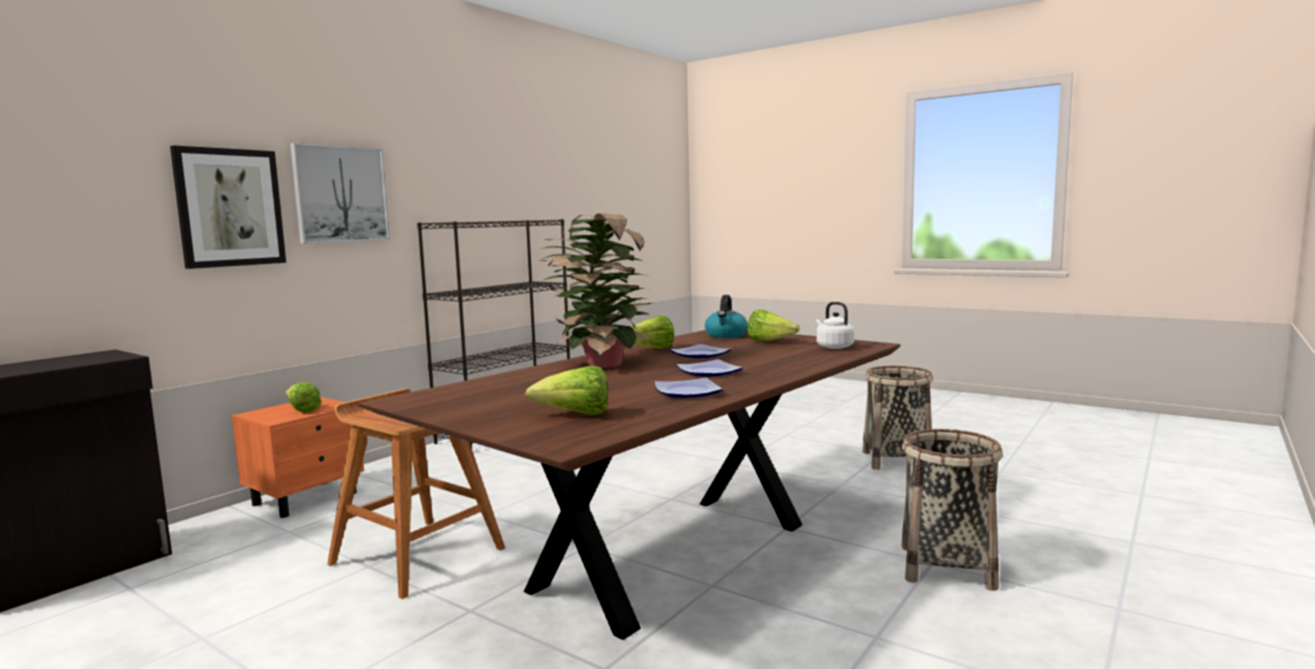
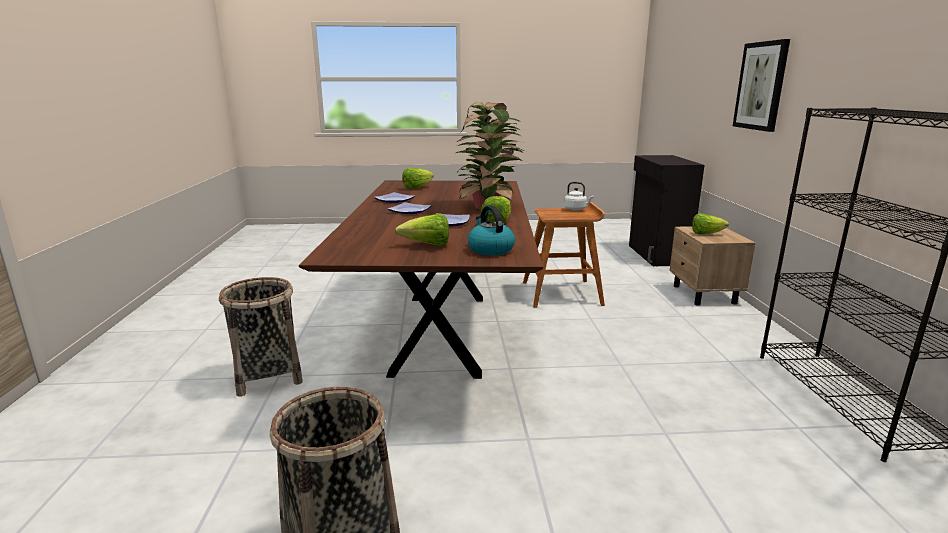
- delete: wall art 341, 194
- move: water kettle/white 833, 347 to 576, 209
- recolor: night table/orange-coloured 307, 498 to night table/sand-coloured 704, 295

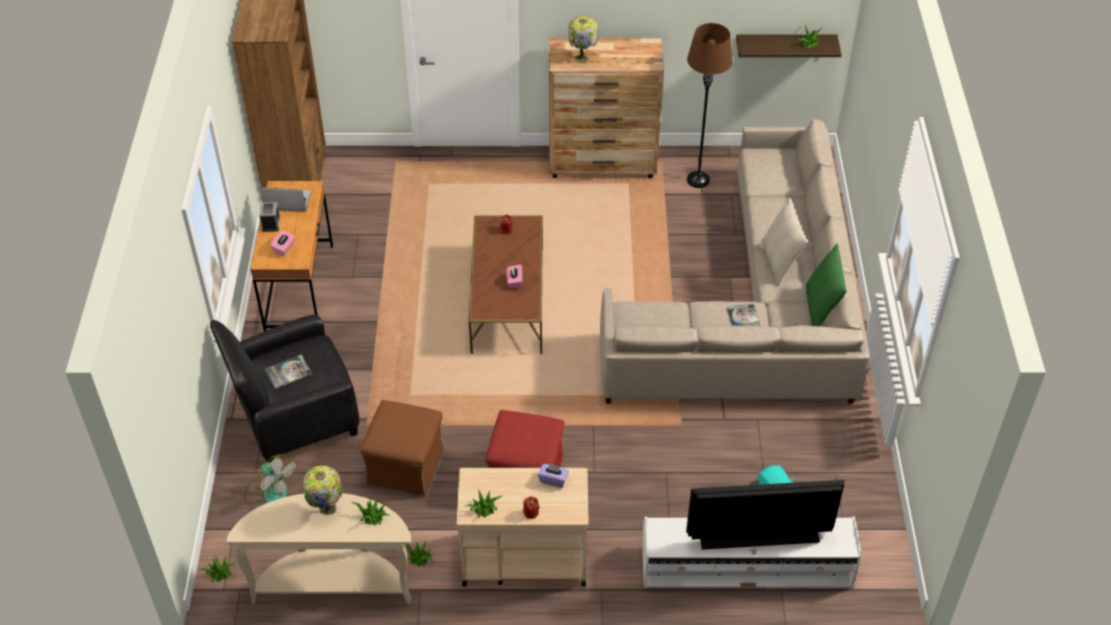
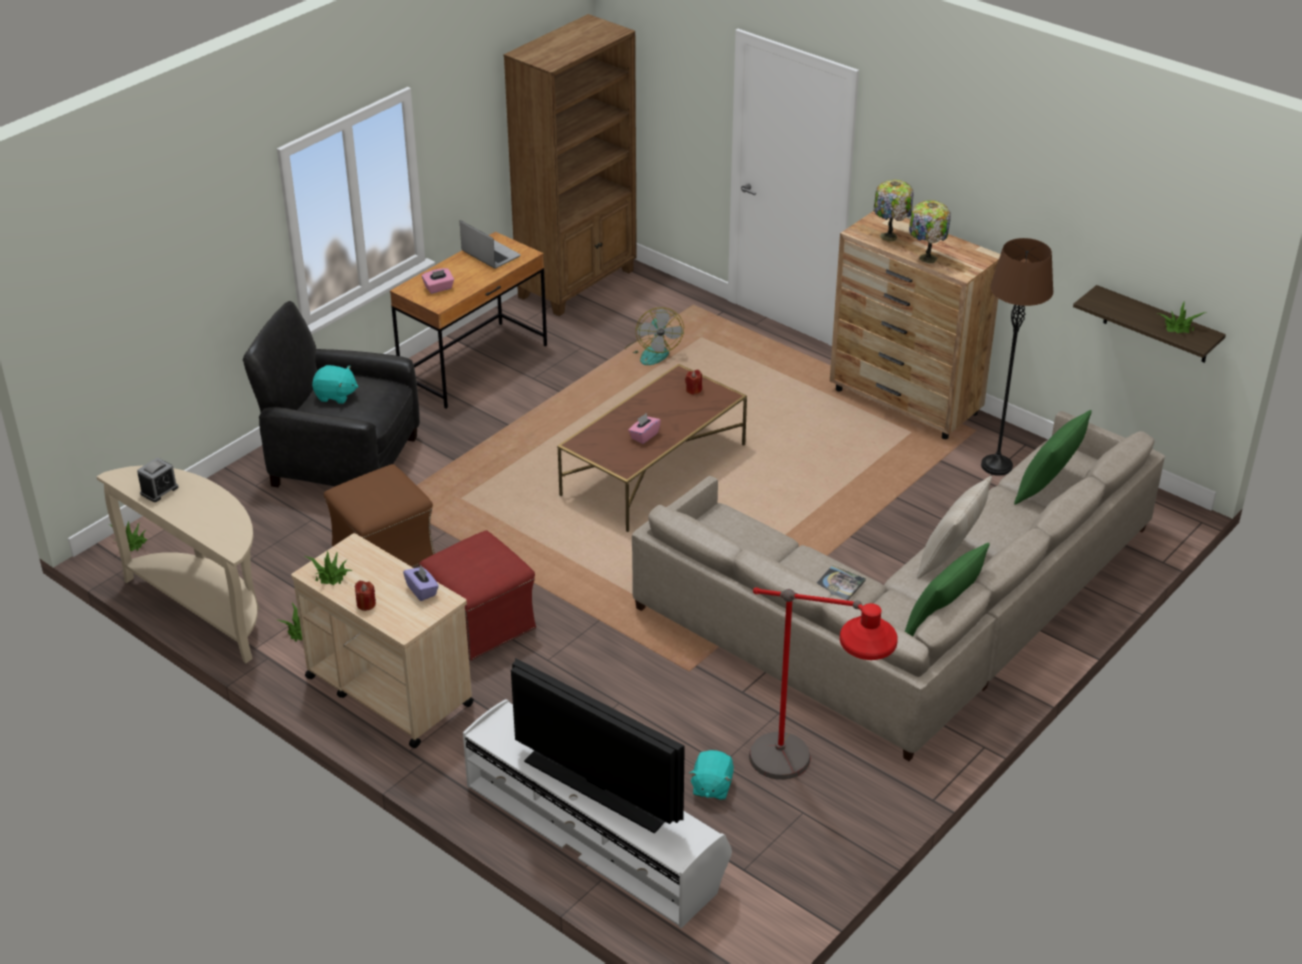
- move: alarm clock 271, 223 to 159, 490
- replace: volume 288, 372 to cuddly toy/turquoise 335, 395
- move: fan 270, 490 to 653, 352
- move: table lamp 326, 509 to 926, 258
- delete: houseplant 372, 515
- insert: cushion/green-coloured 1047, 488
- insert: standing lamp/reddish 807, 783

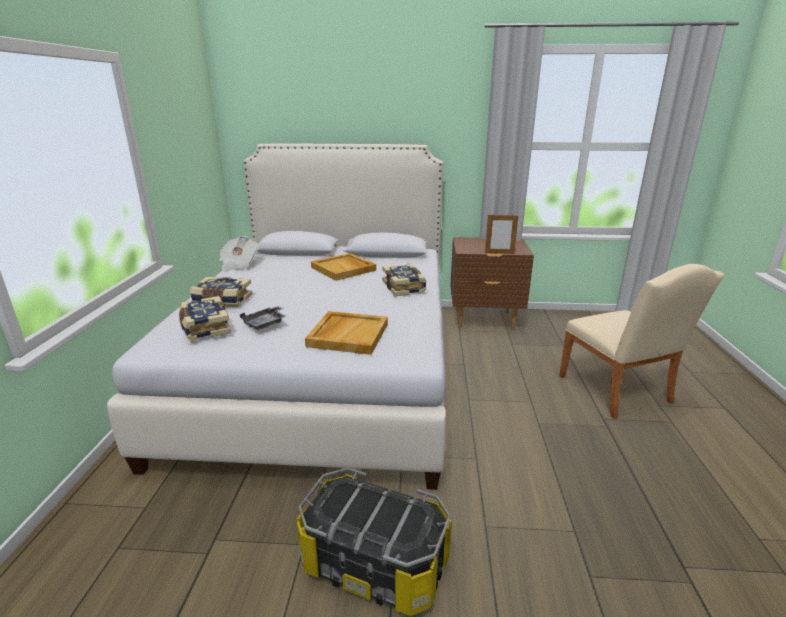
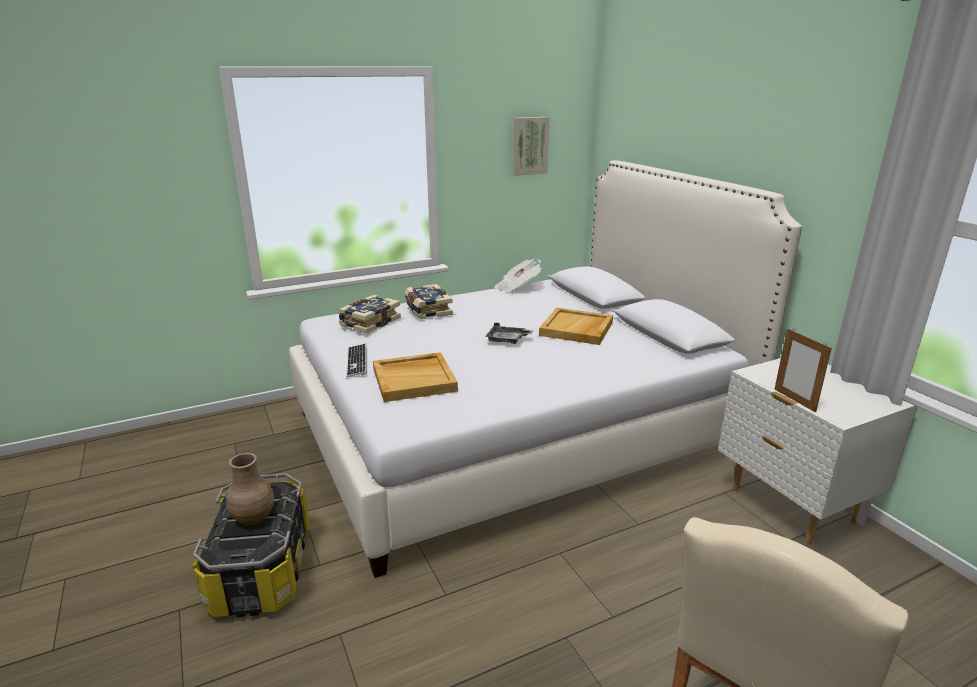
- recolor: night table/brown-coloured 484, 320 to night table/white 791, 506
- delete: volume 404, 287
- move: tray/gray 265, 323 to 507, 340
- insert: wall art 529, 145
- insert: PC keyboard 357, 361
- insert: flower vase/brown-coloured 254, 517

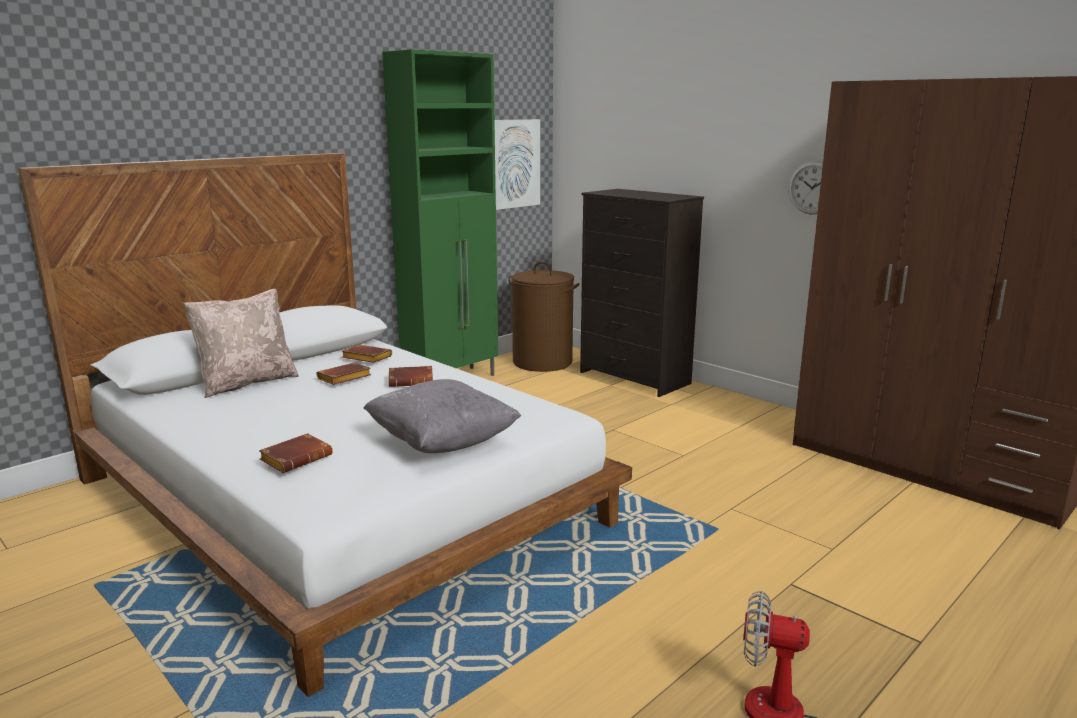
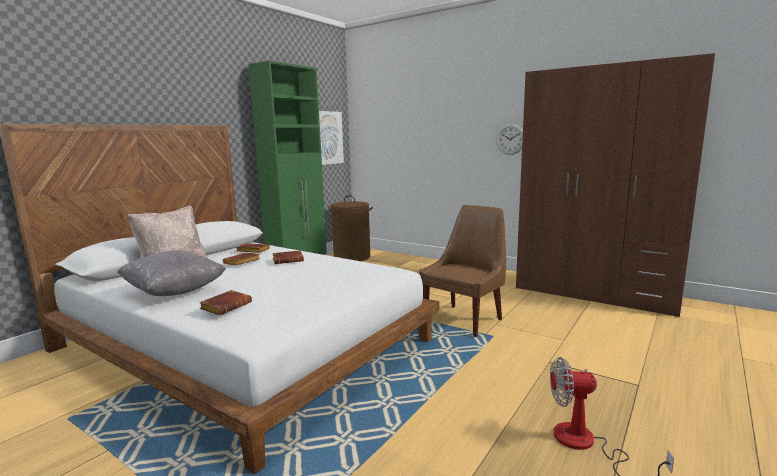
- delete: drawer chest/black-coloured 634, 378
- move: cushion/gray 442, 443 to 174, 292
- insert: plain chair/brown-coloured 465, 319

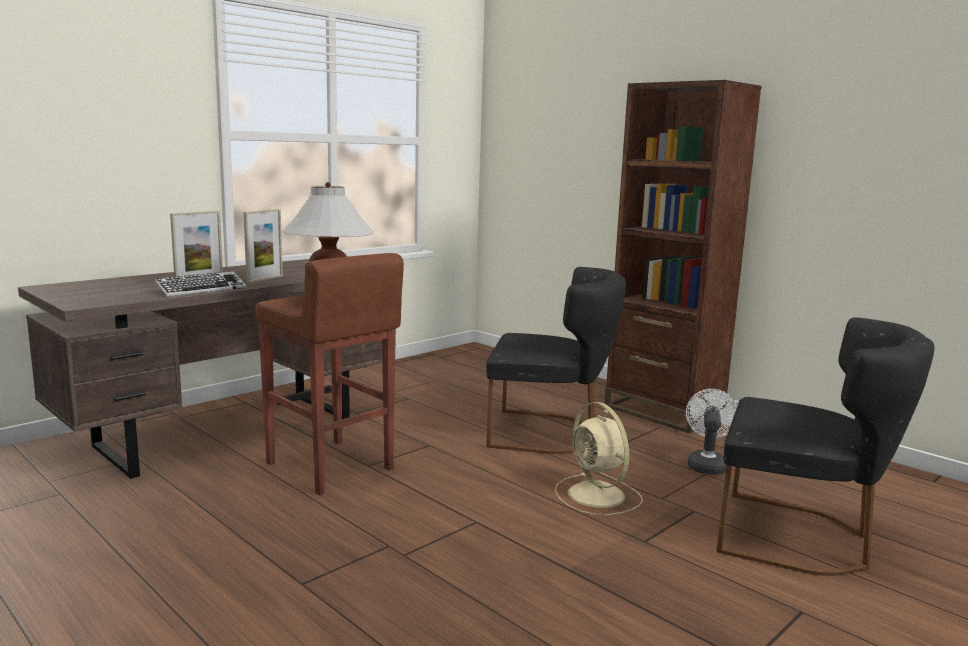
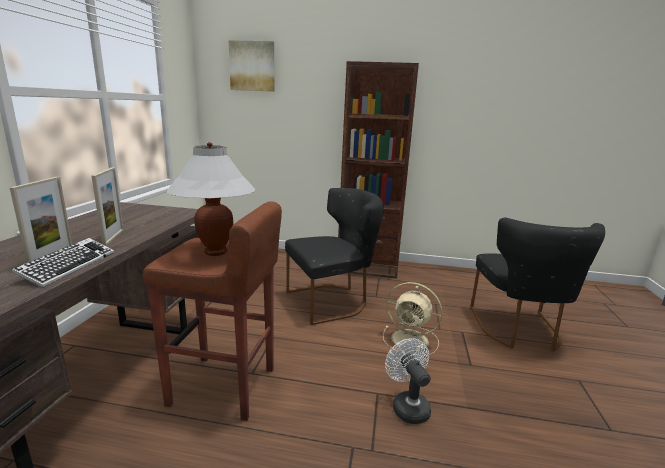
- rotate: plain chair/black-coloured 801, 538 = 519, 331 105 degrees clockwise
- move: fan/white 706, 464 to 407, 406
- insert: wall art 252, 66

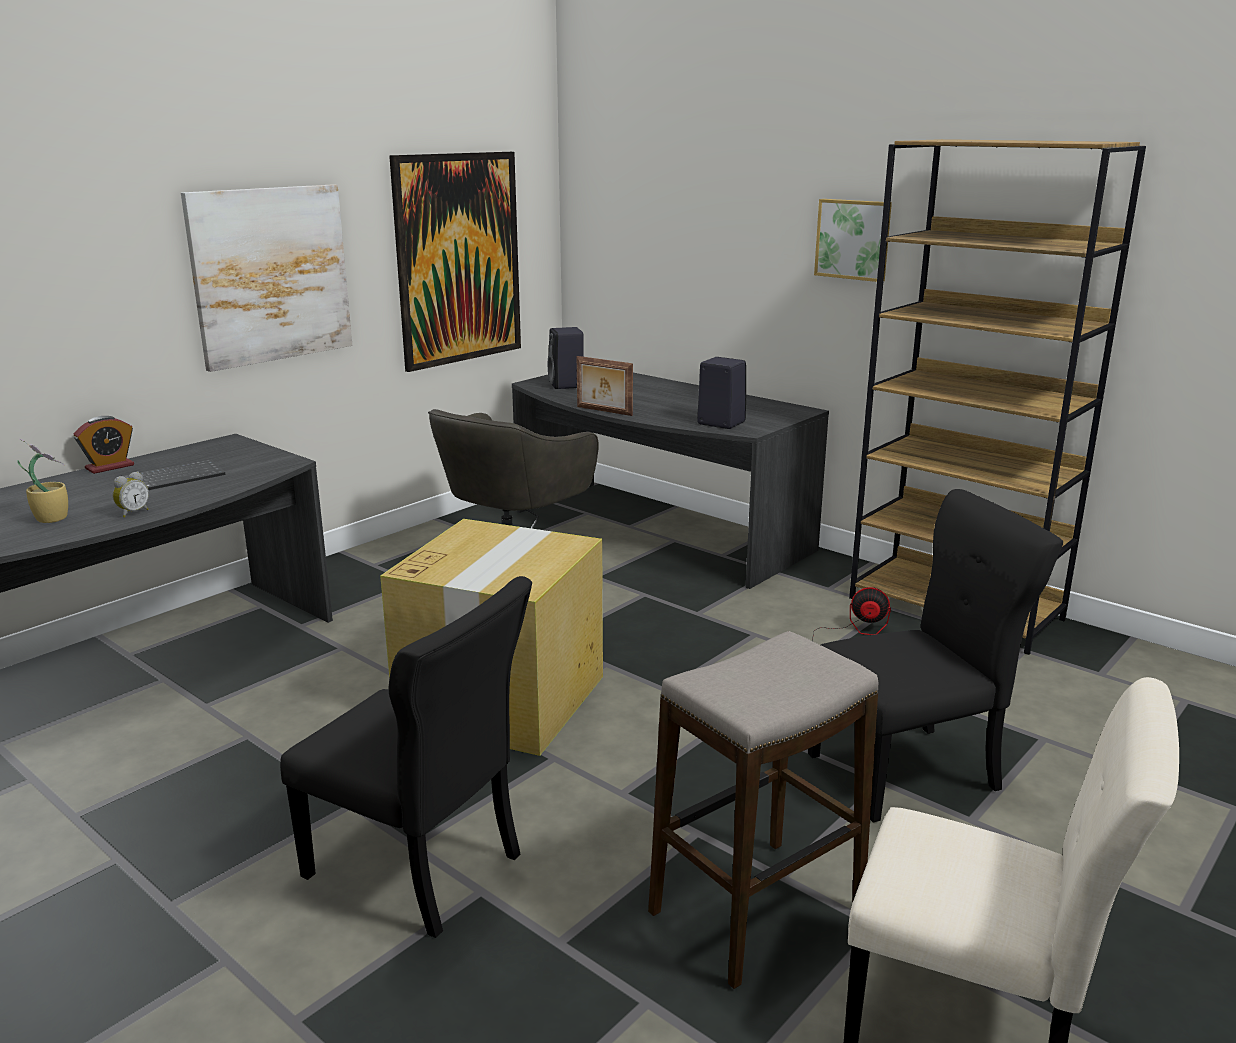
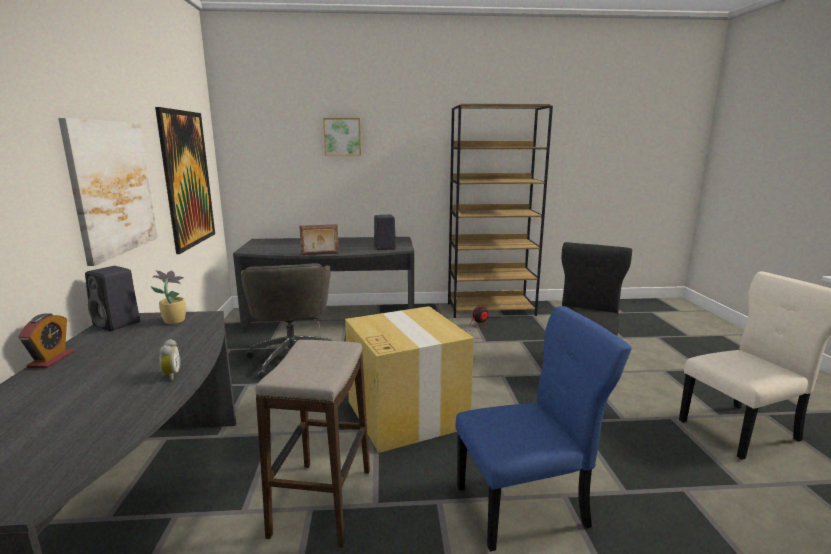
- move: wall art 854, 239 to 342, 137
- move: audio speaker/black-coloured 567, 385 to 118, 324
- move: houseplant 52, 518 to 174, 321
- delete: PC keyboard 175, 477
- recolor: plain chair/black-coloured 419, 869 to plain chair/blue 526, 506
- move: sitting stool 757, 910 to 323, 502

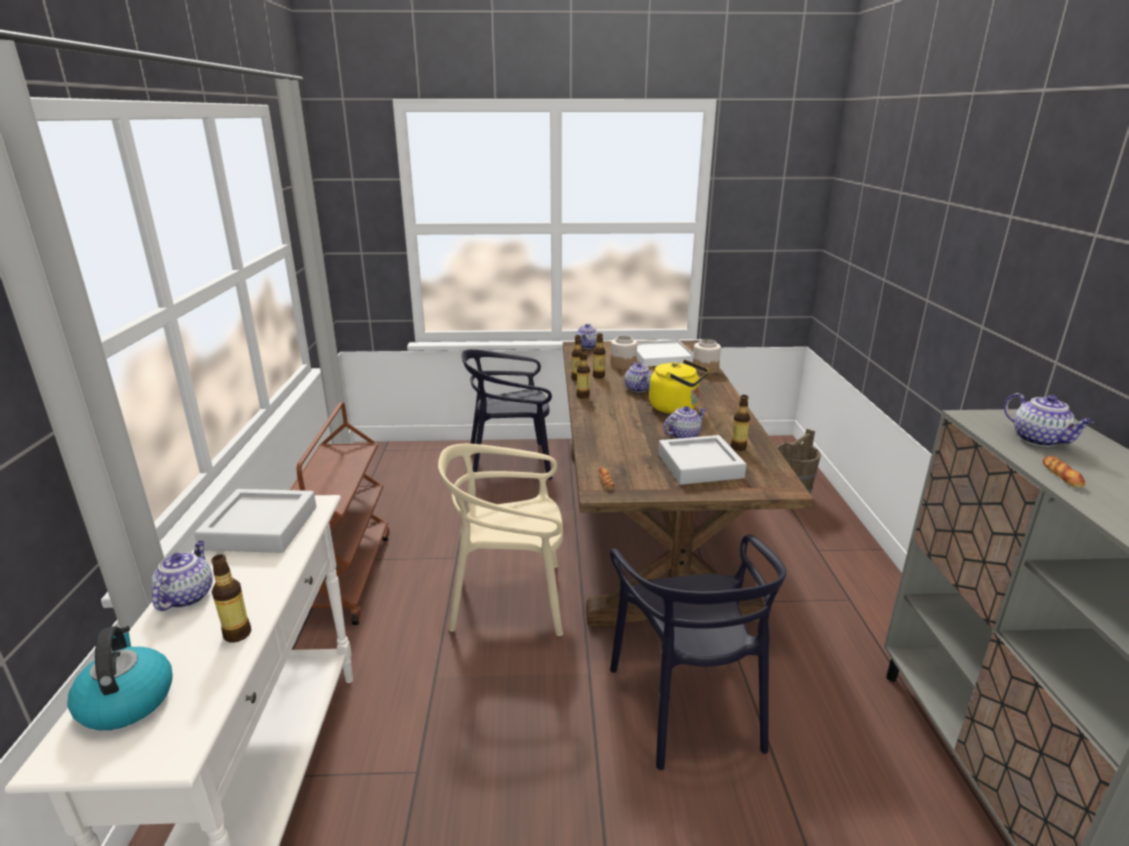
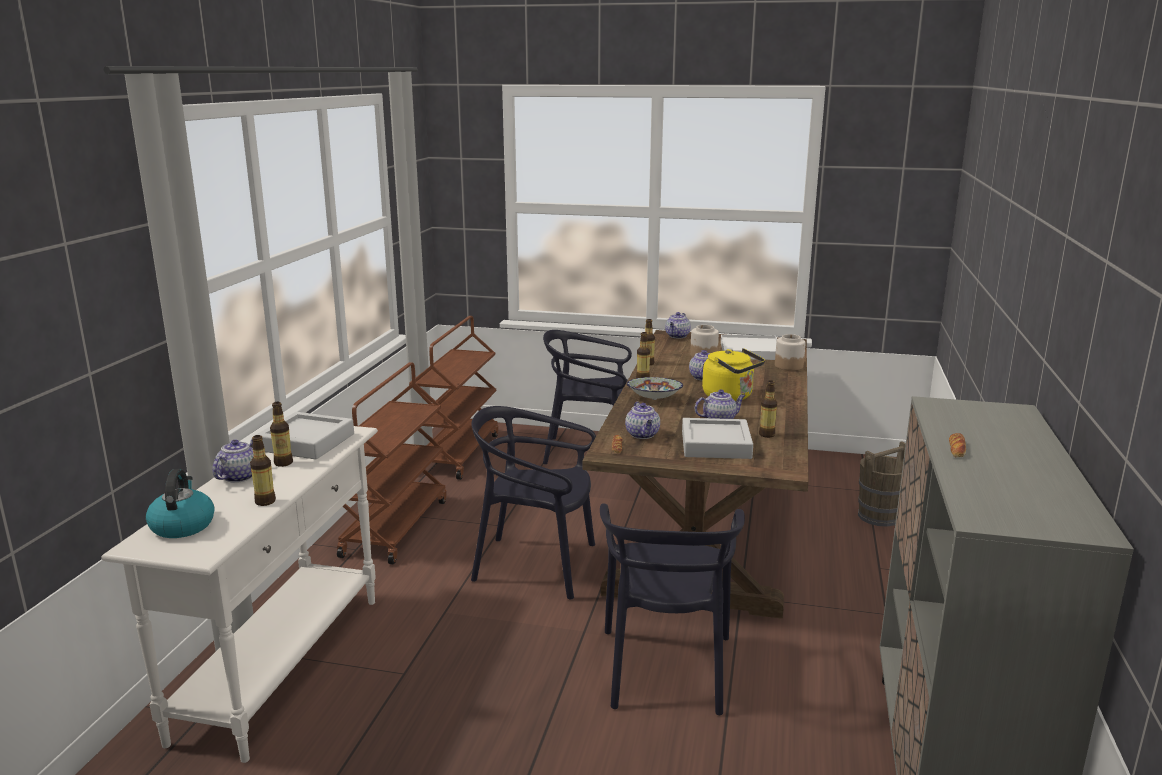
- move: drink bottle 598, 376 to 283, 463
- move: pot for tea 1039, 440 to 643, 435
- recolor: plain chair/sand-coloured 509, 600 to plain chair/black-coloured 536, 565
- insert: trolley/brown-coloured 457, 454
- insert: serving bowl 654, 399

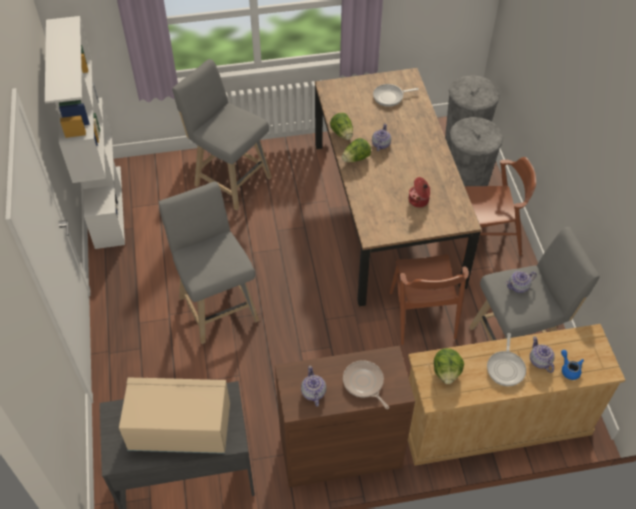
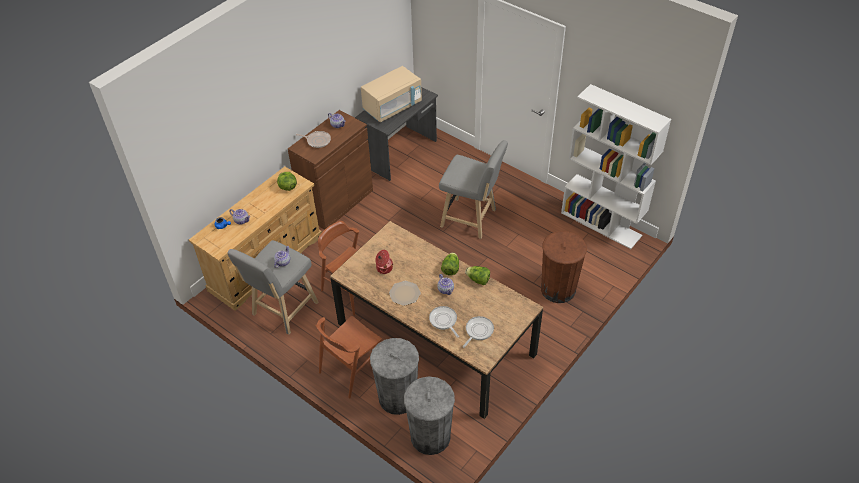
- replace: sitting stool/gray 229, 179 to waste bin/brown-coloured 558, 289
- move: frying pan 506, 368 to 444, 321
- insert: dinner plate 405, 293

